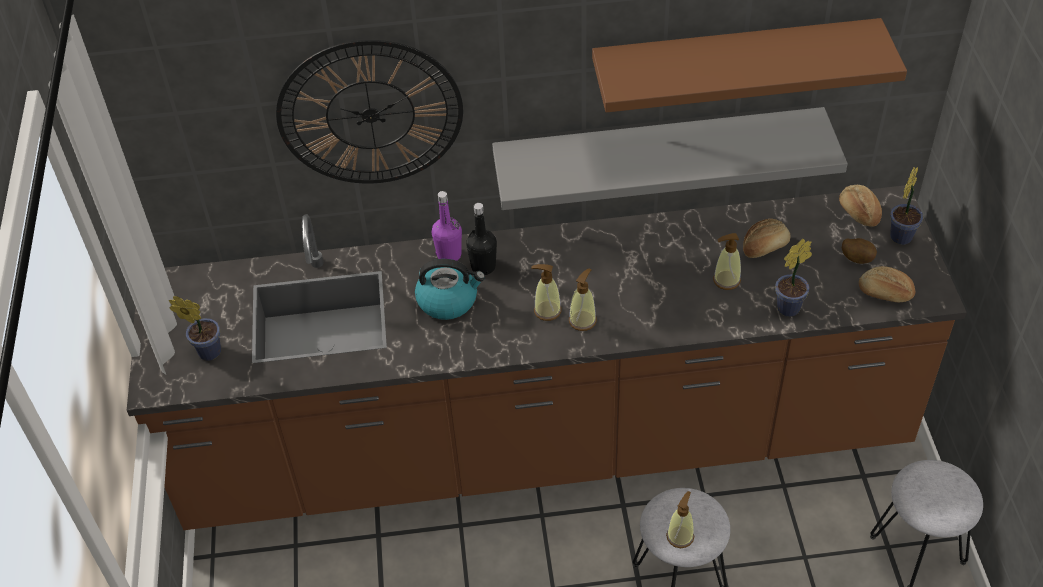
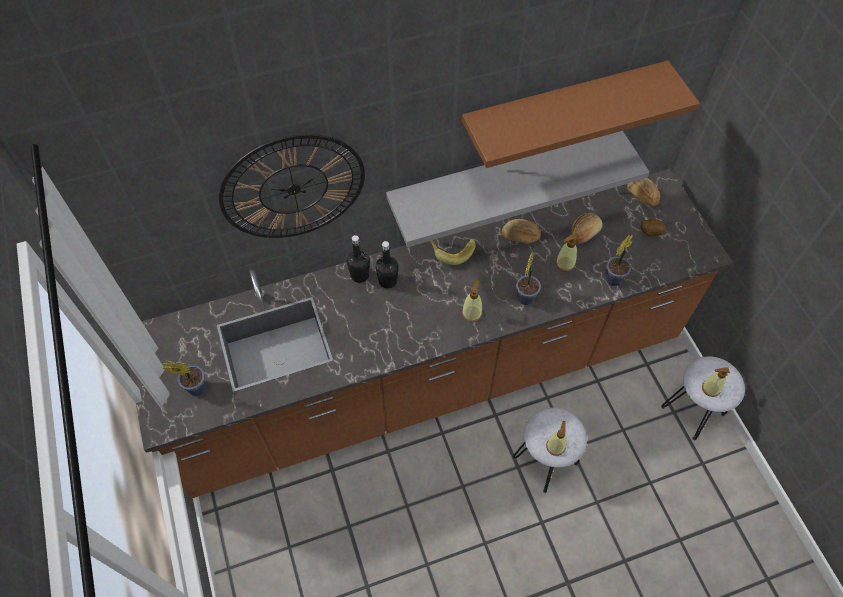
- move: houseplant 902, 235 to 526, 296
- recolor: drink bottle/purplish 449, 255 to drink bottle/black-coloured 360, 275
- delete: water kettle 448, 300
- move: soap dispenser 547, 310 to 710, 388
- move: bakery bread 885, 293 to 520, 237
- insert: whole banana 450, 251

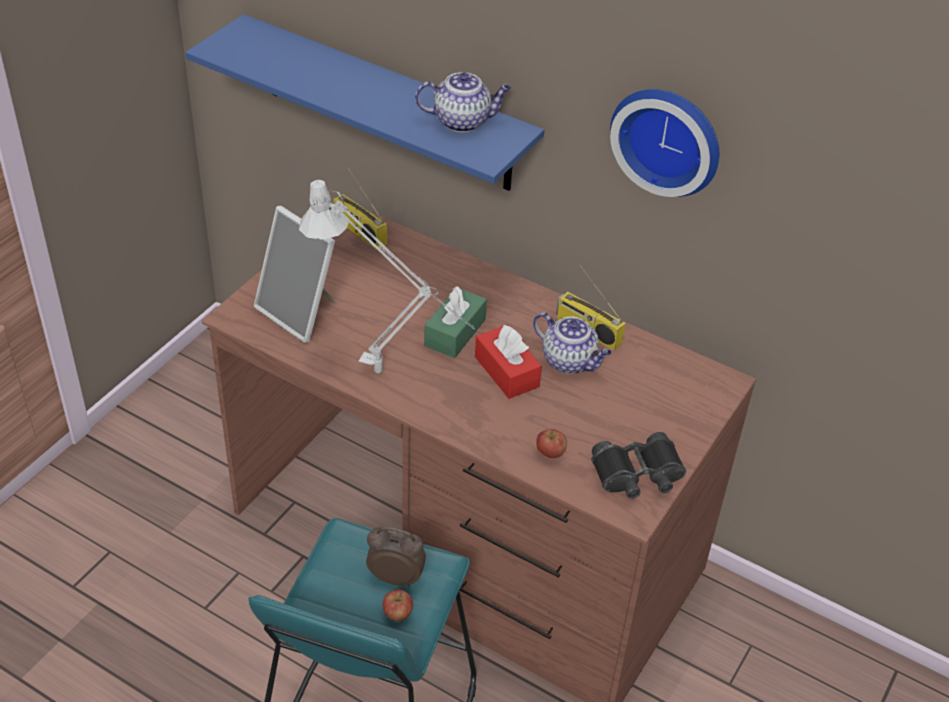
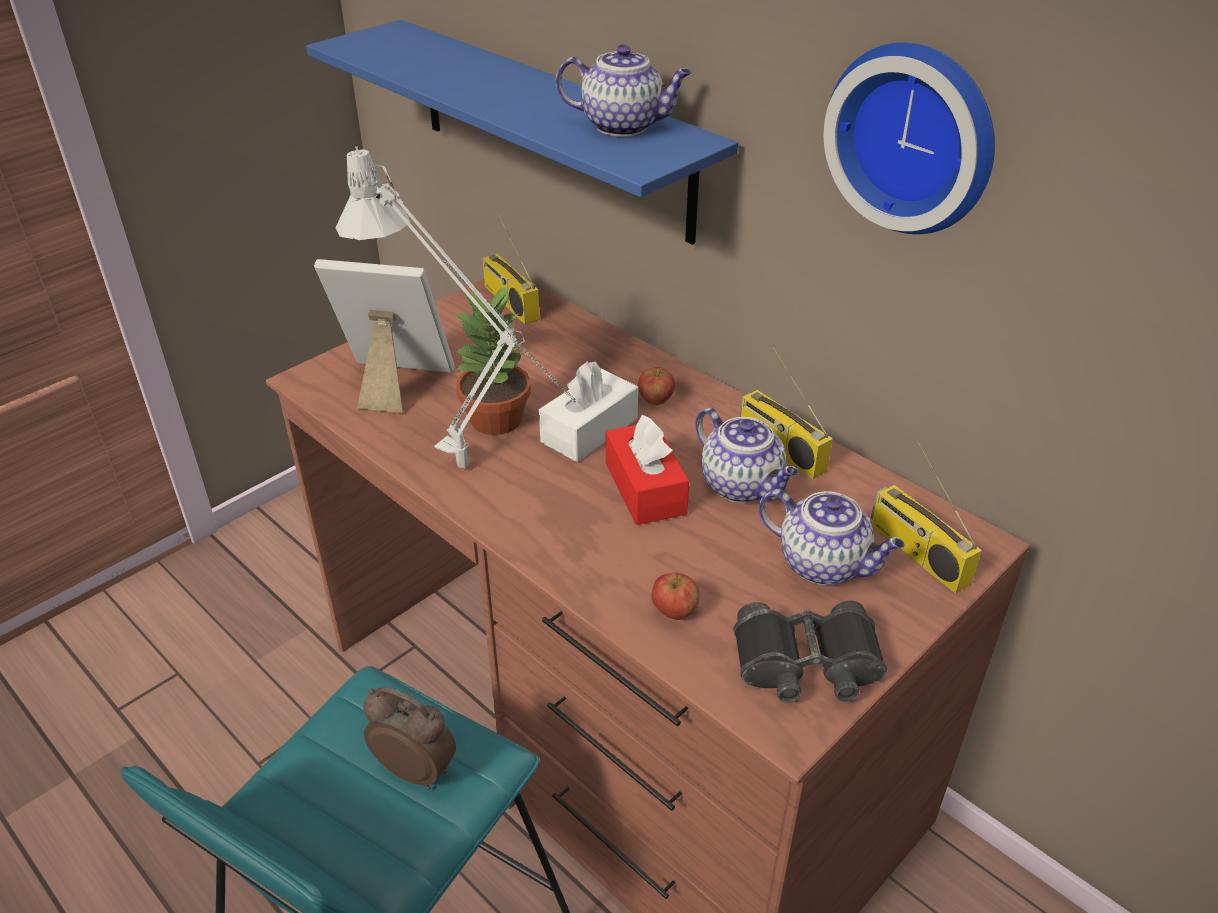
- rotate: standing frame 300, 313 = 394, 384 135 degrees clockwise
- recolor: box of tissues/green-coloured 455, 332 to box of tissues/white 589, 430
- move: whole apple 397, 614 to 655, 400
- insert: houseplant 497, 420
- insert: radio set 916, 553
- insert: pot for tea 824, 564

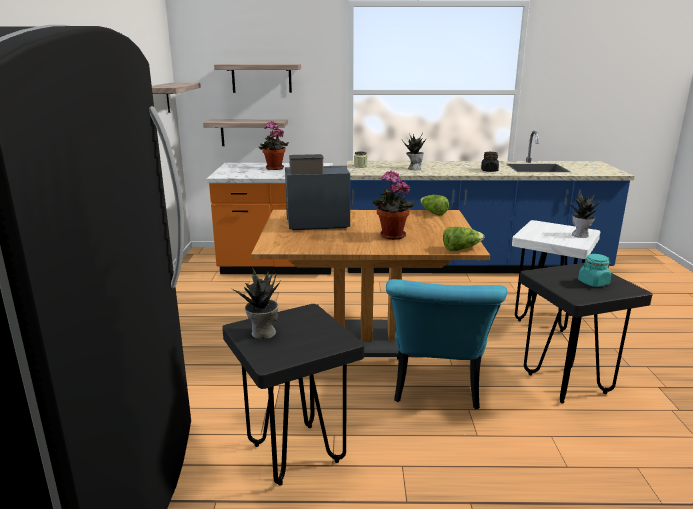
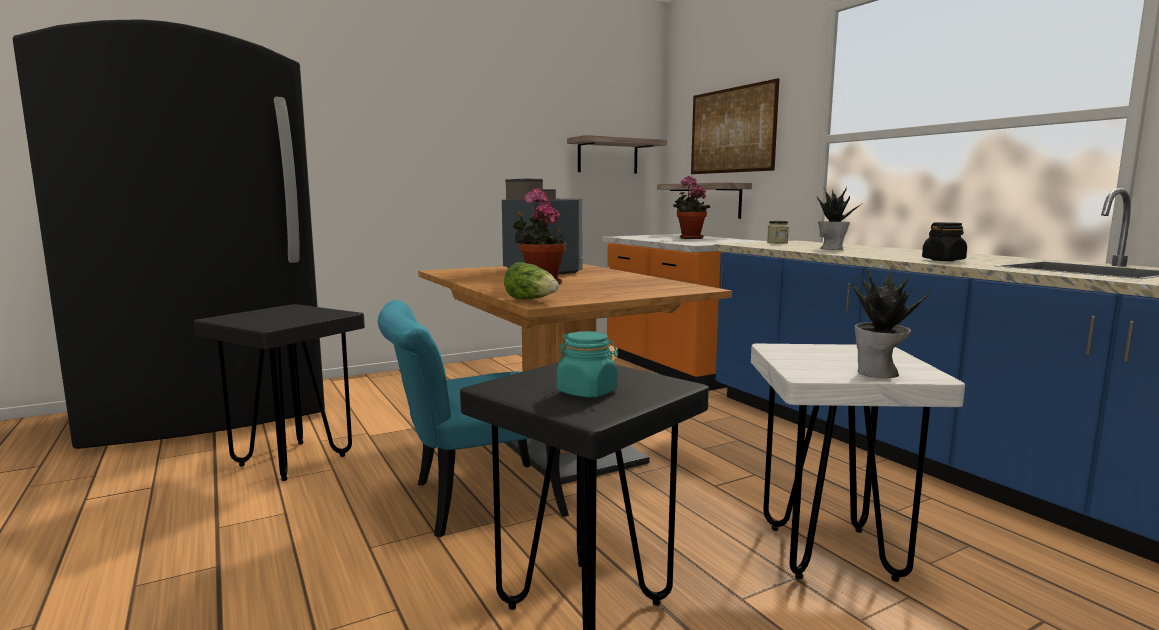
- replace: wall shelf 261, 78 to wall art 732, 130
- delete: head of lettuce 433, 213
- delete: houseplant 262, 333

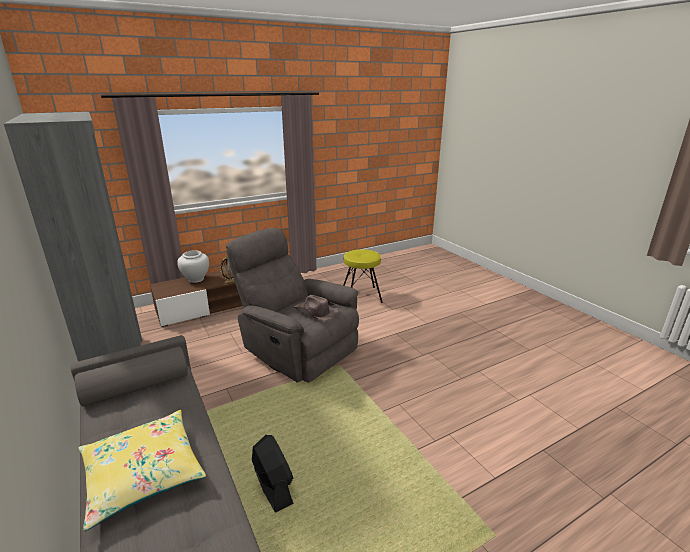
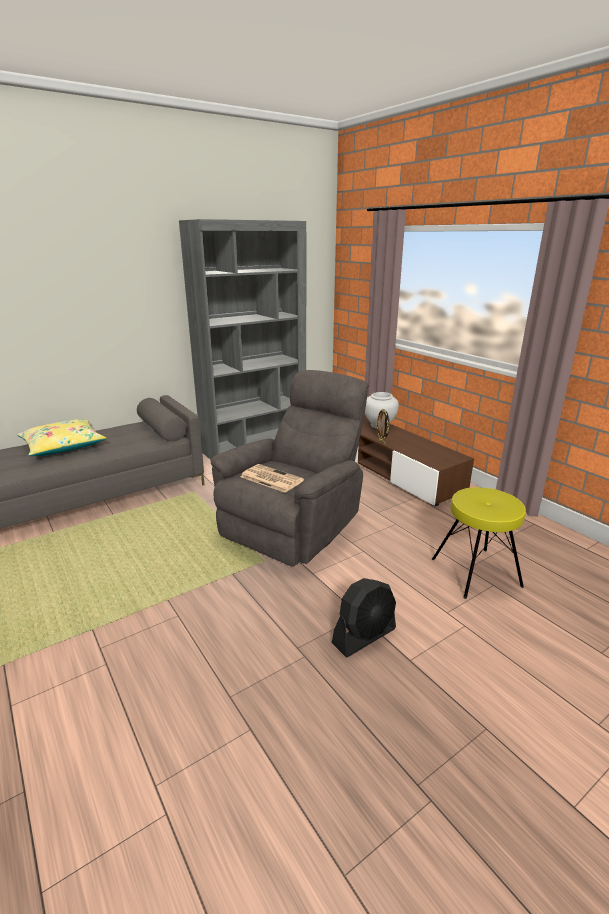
- replace: wearable hat/brown-coloured 316, 312 to printed paper 270, 478
- move: fan/black-coloured 273, 486 to 364, 636

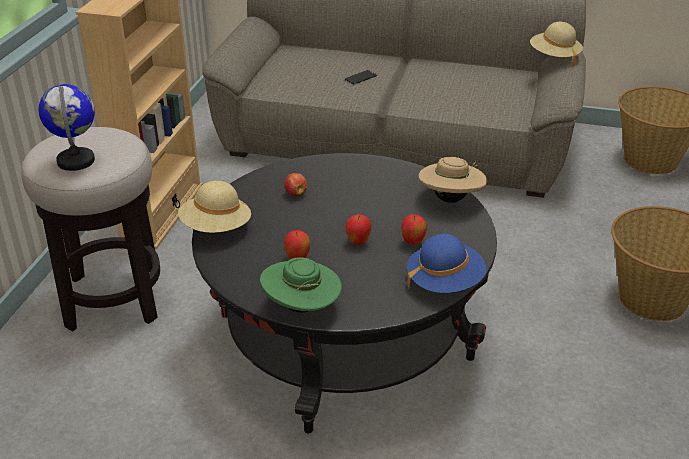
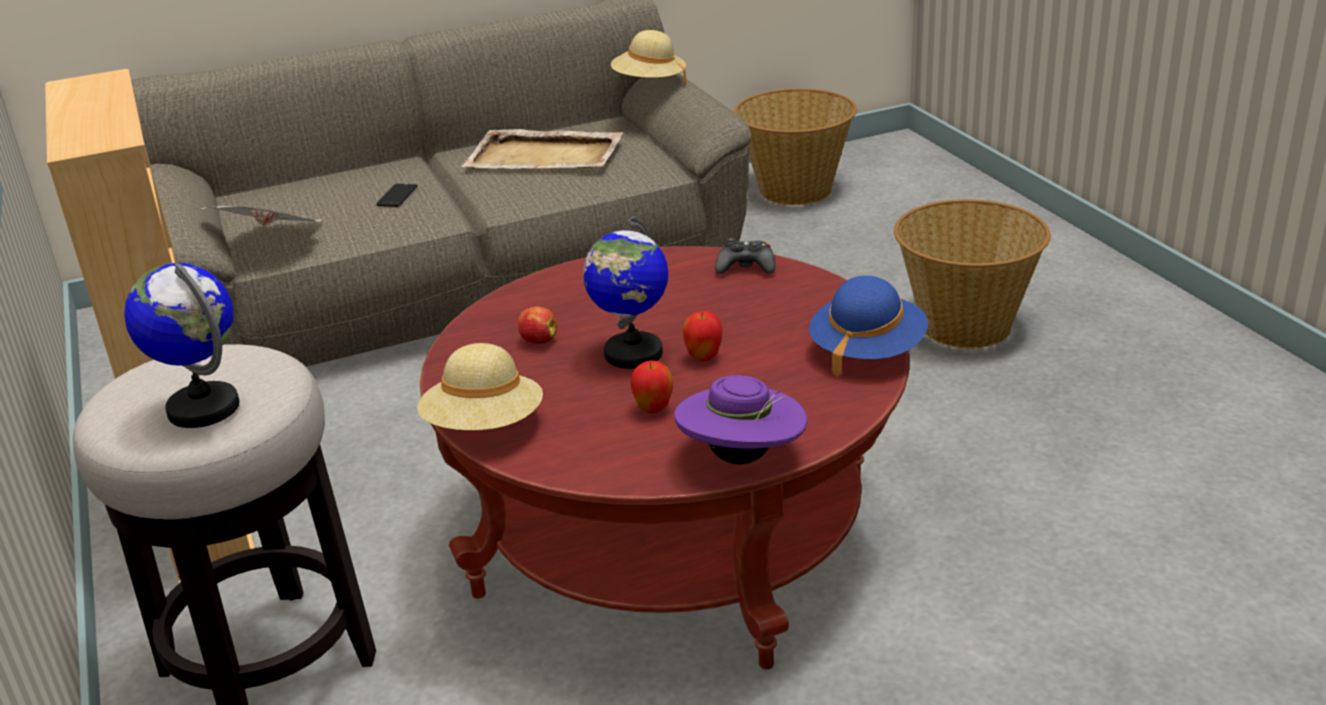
- recolor: low table/black-coloured 344, 336 to low table/reddish 675, 533
- replace: wearable hat/sand-coloured 451, 199 to game controller/black-coloured 746, 267
- delete: whole apple 413, 242
- recolor: wearable hat/green-coloured 302, 308 to wearable hat/purplish 742, 458
- insert: tray/sand-coloured 546, 156
- insert: printed paper 274, 242
- insert: world globe 632, 353

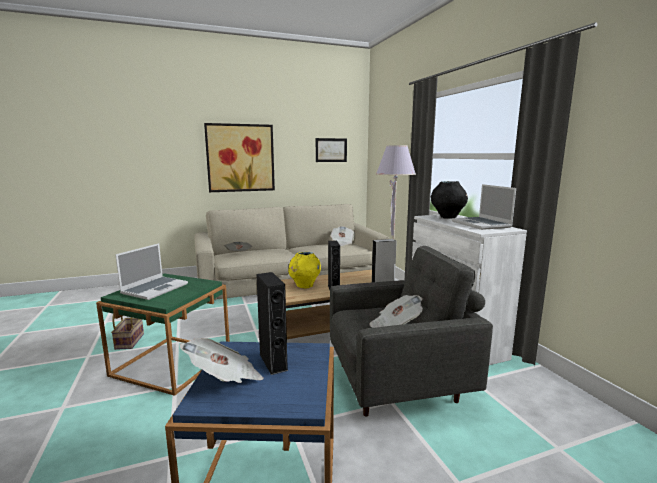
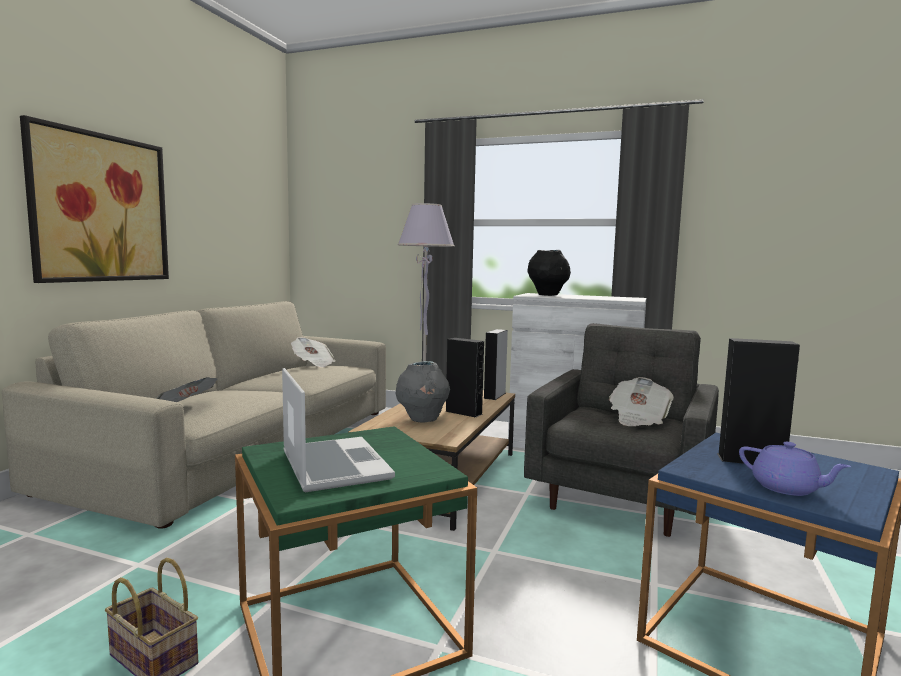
- delete: wall art 331, 150
- delete: notebook computer 481, 224
- recolor: flower vase/yellow-coloured 304, 286 to flower vase/gray 422, 419
- replace: printed paper 225, 379 to pot for tea/purplish 787, 488

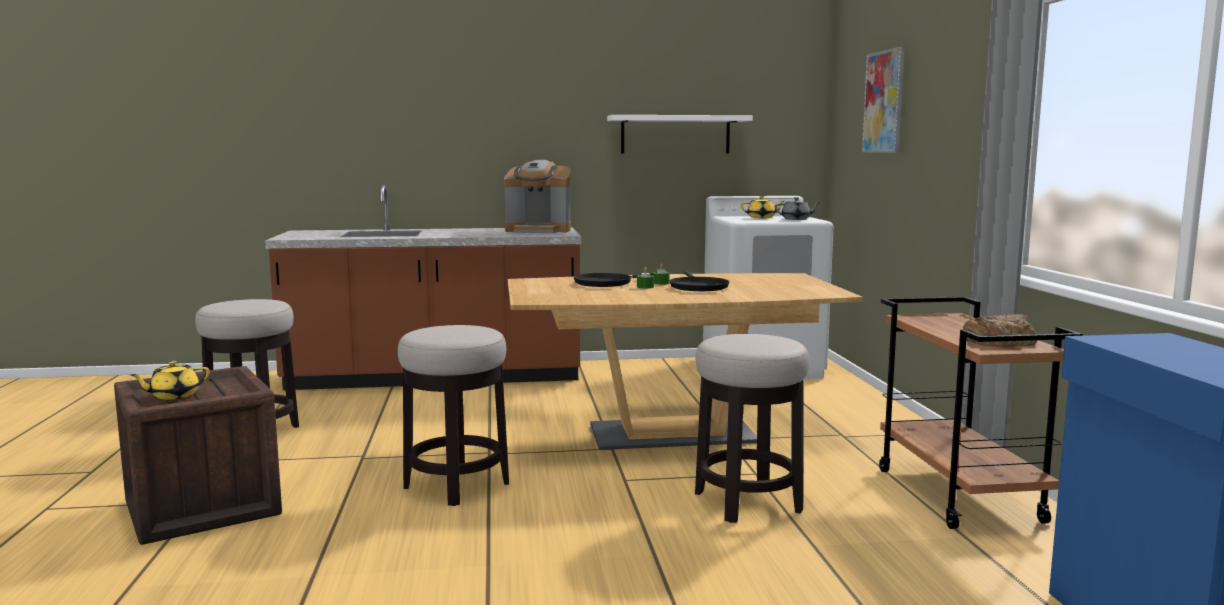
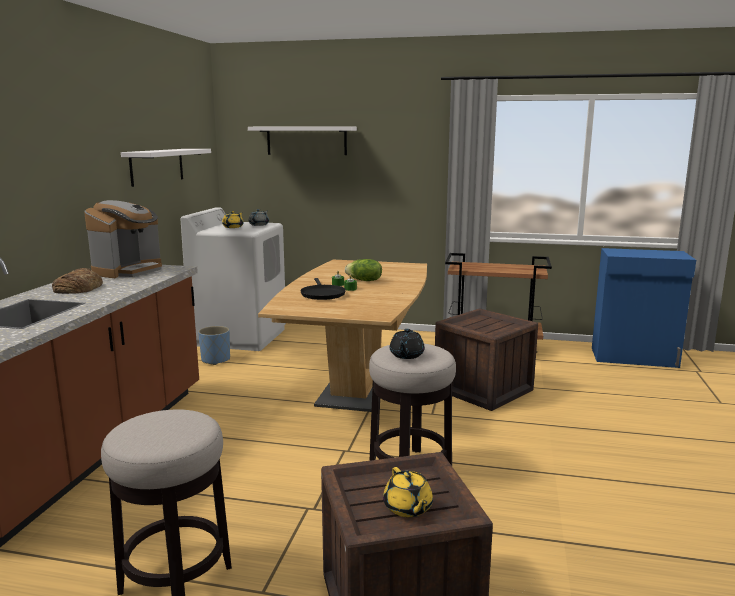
- replace: wall art 884, 102 to wall shelf/white 306, 140
- replace: frying pan/black-coloured 697, 287 to head of lettuce 364, 280
- move: bakery bread 999, 340 to 78, 288
- replace: sitting stool 747, 502 to crate 483, 390
- insert: flower pot/blue 215, 360
- insert: pot for tea/black-coloured 406, 355

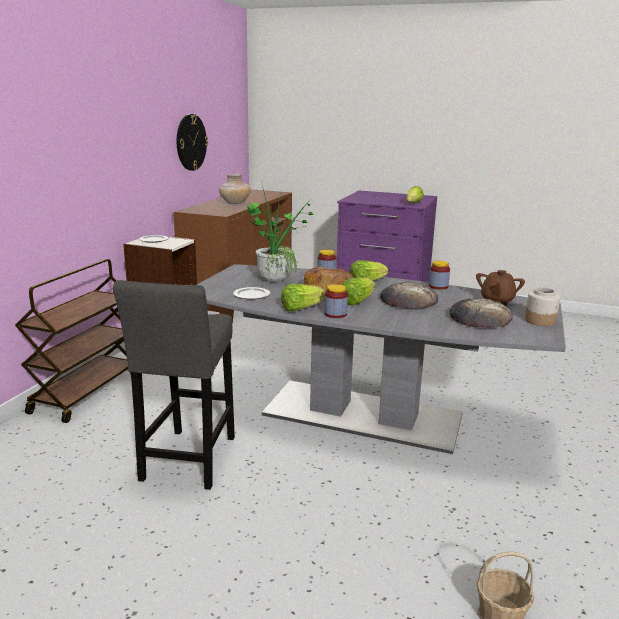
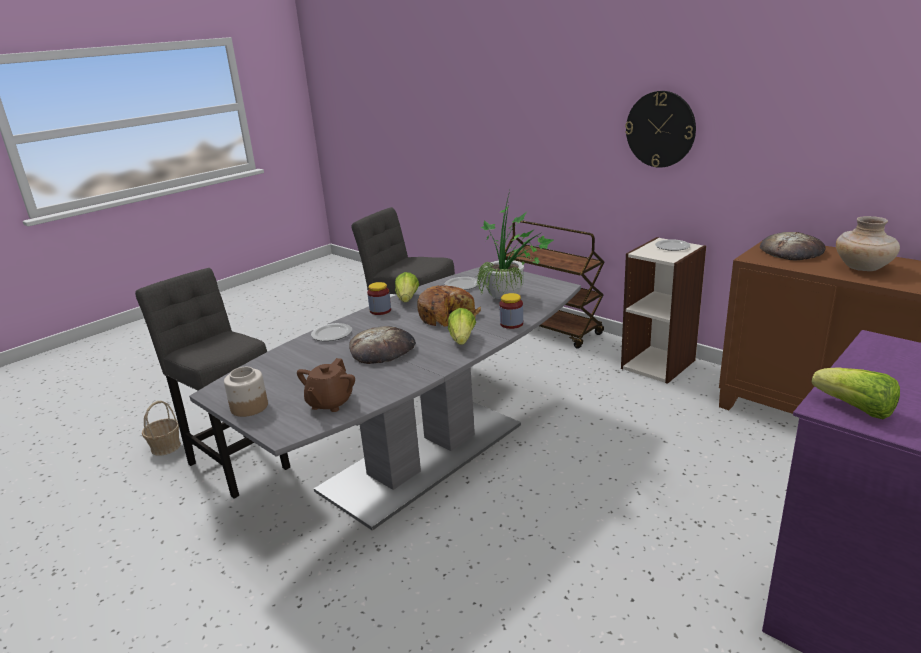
- move: hanging clock 191, 142 to 660, 129
- delete: jar 438, 286
- rotate: pot for tea/brown-coloured 497, 301 = 329, 403 120 degrees counterclockwise
- delete: head of lettuce 357, 301
- move: bakery bread 479, 318 to 791, 251
- insert: sitting stool/gray 237, 462
- insert: dinner plate 332, 334

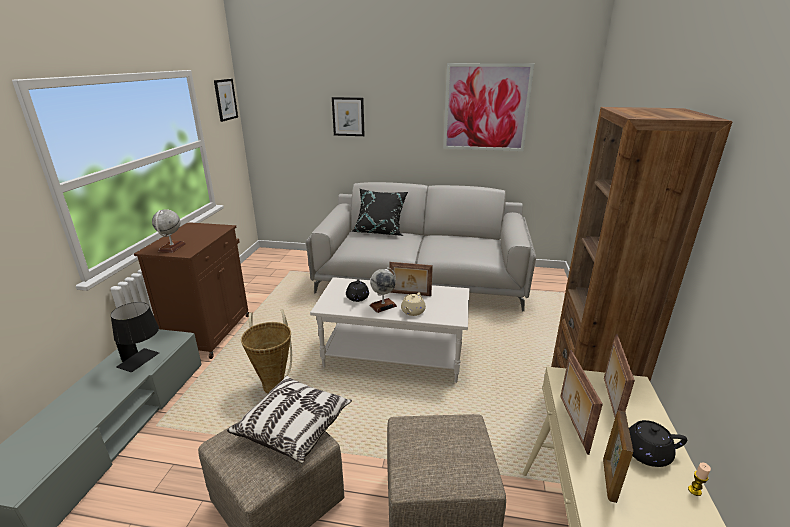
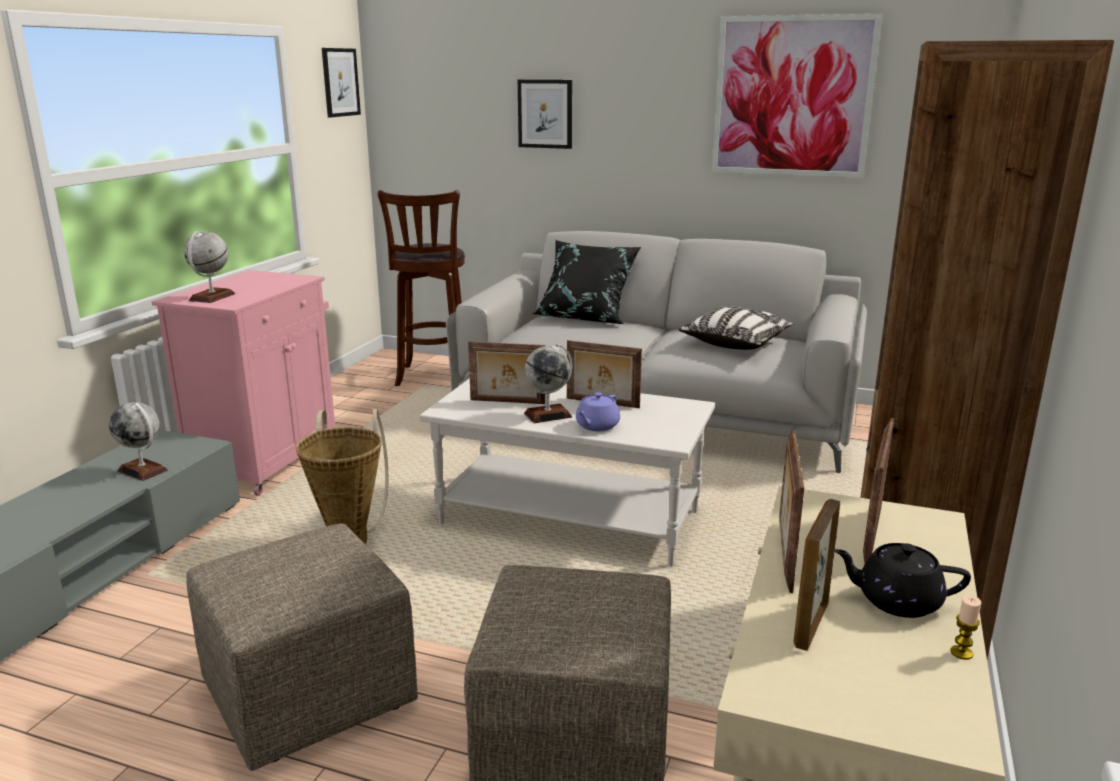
- recolor: cupboard/brown-coloured 210, 332 to cupboard/pink 267, 460
- replace: pot for tea/black-coloured 357, 298 to standing frame 507, 402
- recolor: pot for tea/sand-coloured 412, 311 to pot for tea/purplish 596, 426
- replace: table lamp/black-coloured 144, 361 to world globe 143, 470
- move: cushion 294, 427 to 735, 342
- insert: sitting stool/brown-coloured 433, 377

